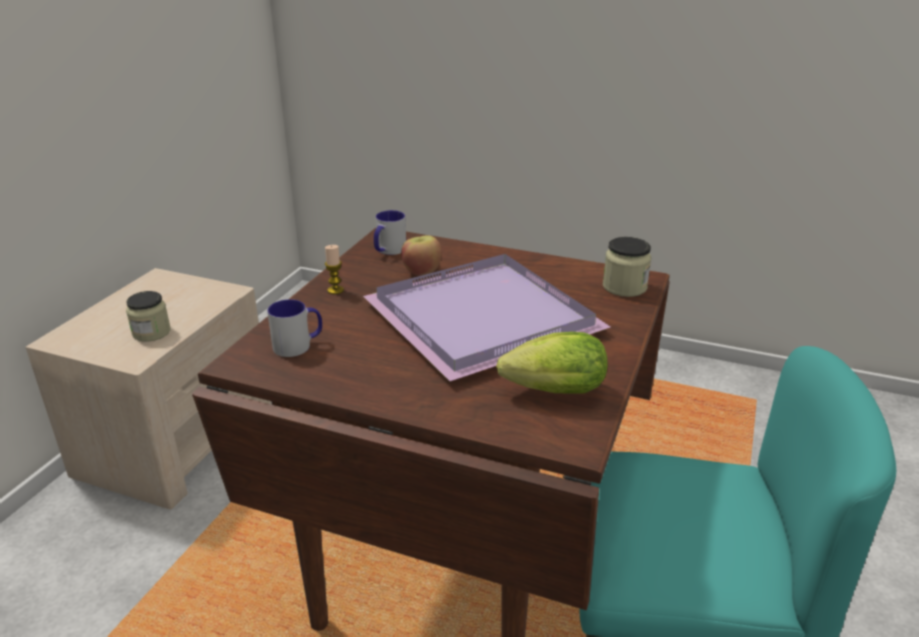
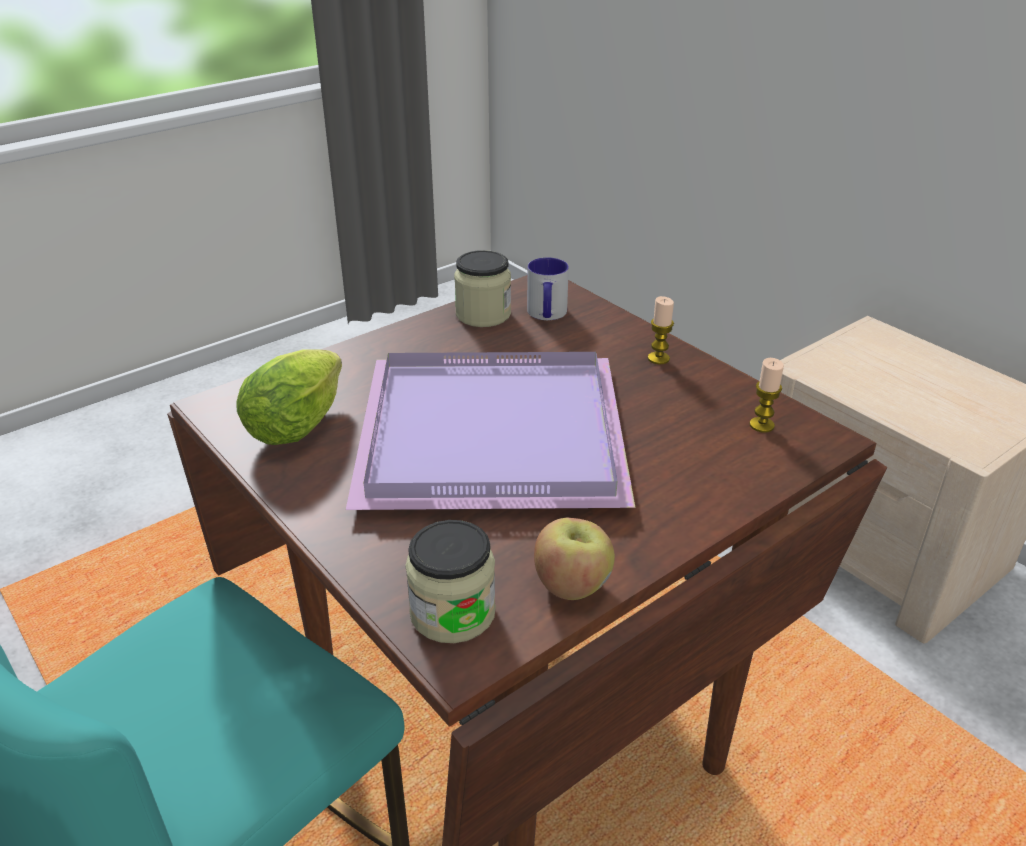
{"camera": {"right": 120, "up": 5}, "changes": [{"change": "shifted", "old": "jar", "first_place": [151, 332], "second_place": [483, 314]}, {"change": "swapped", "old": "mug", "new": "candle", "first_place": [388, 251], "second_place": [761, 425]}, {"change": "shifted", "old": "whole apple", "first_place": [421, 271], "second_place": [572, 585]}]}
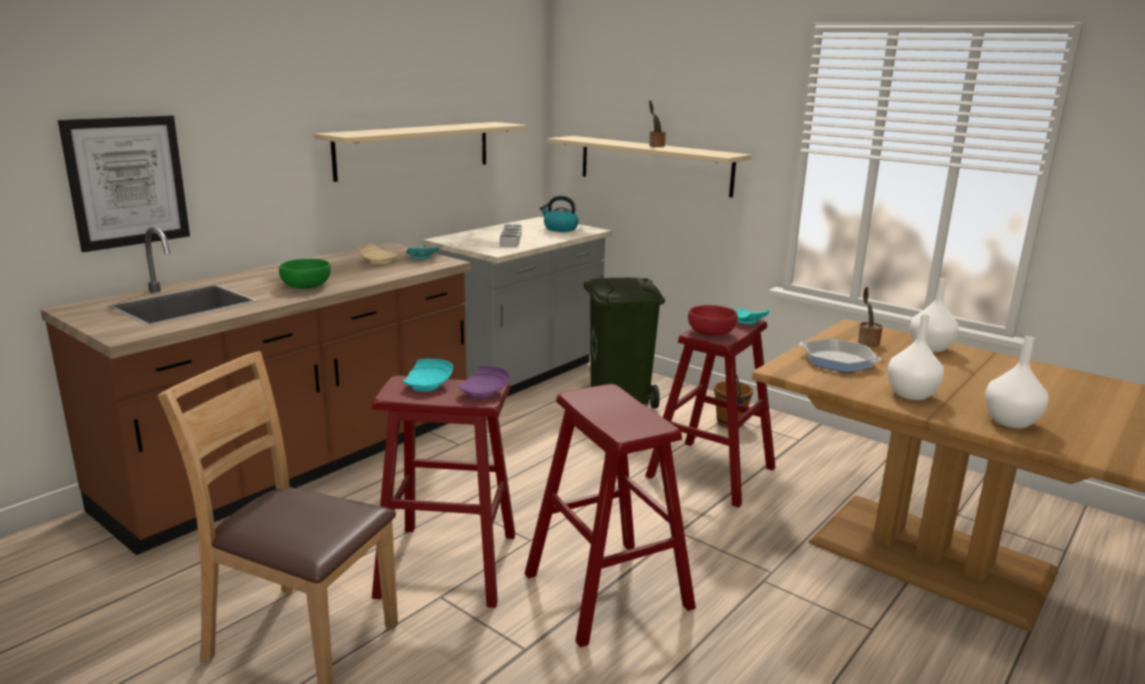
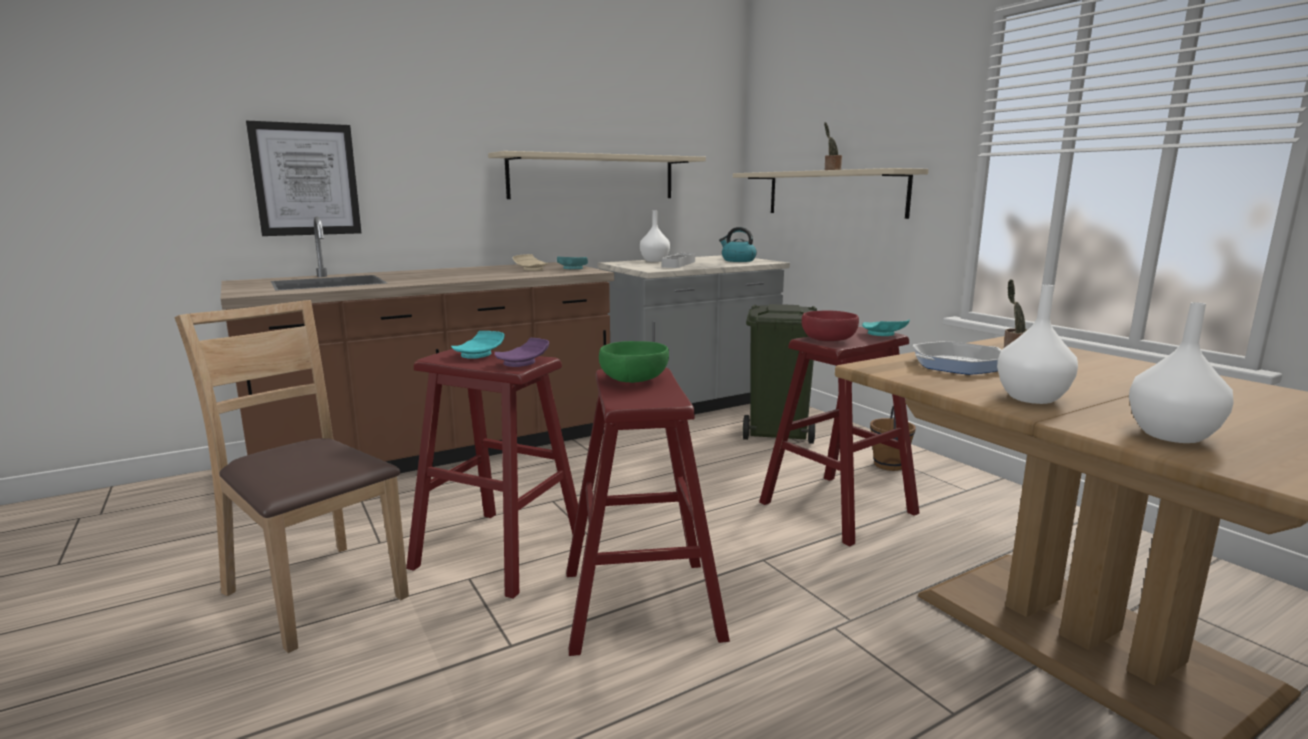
{"camera": {"right": 20, "up": -5}, "changes": [{"change": "shifted", "old": "green deep dish", "first_place": [307, 286], "second_place": [635, 379]}, {"change": "rotated", "old": "frying pan", "first_place": [838, 361], "second_place": [957, 365], "degrees": 105}, {"change": "shifted", "old": "white vase", "first_place": [929, 348], "second_place": [655, 261]}]}
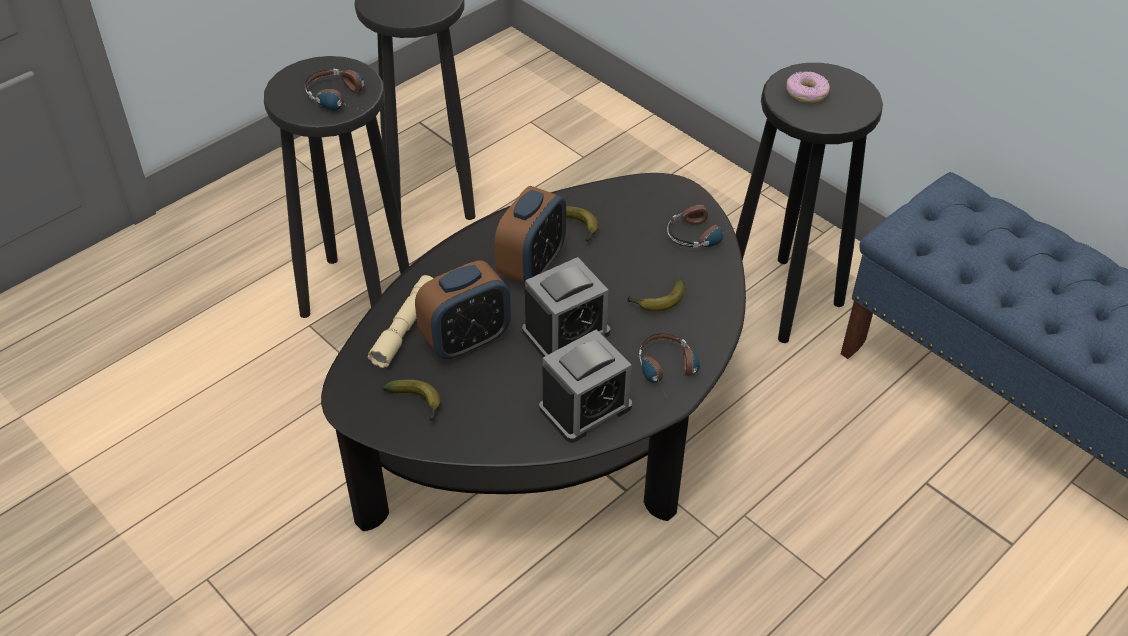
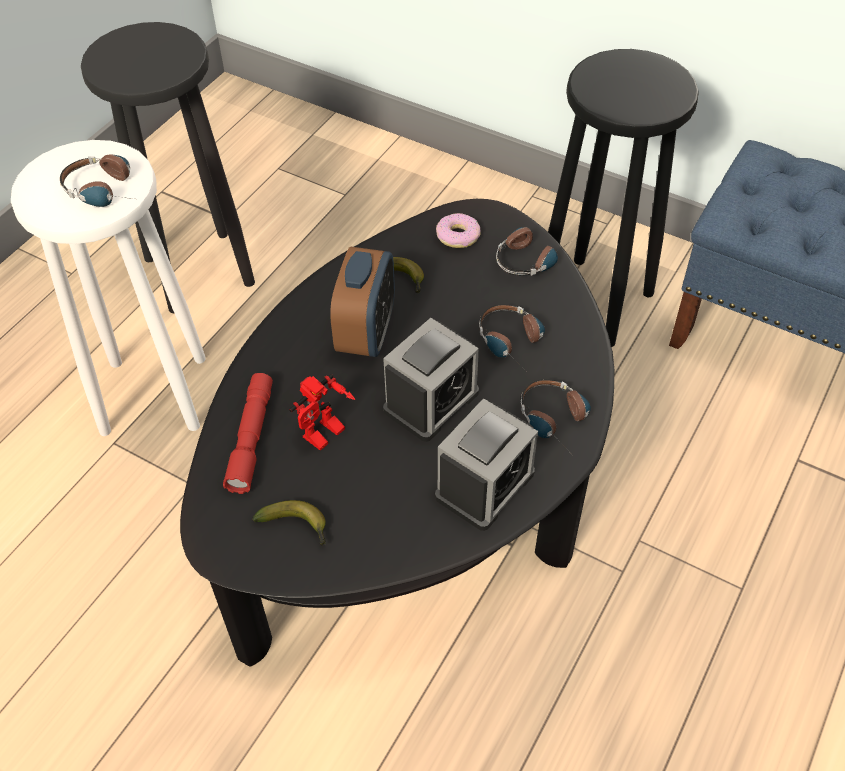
{"camera": {"right": -15, "up": 5}, "changes": [{"change": "repainted", "old": "black stool", "new": "white stool", "first_place": [357, 293], "second_place": [155, 394]}, {"change": "repainted", "old": "beige-coloured hand torch", "new": "red hand torch", "first_place": [405, 327], "second_place": [251, 438]}, {"change": "swapped", "old": "table clock", "new": "robot figure", "first_place": [466, 340], "second_place": [325, 437]}, {"change": "swapped", "old": "banana", "new": "headset", "first_place": [657, 301], "second_place": [514, 343]}, {"change": "shifted", "old": "donut", "first_place": [806, 92], "second_place": [458, 236]}]}
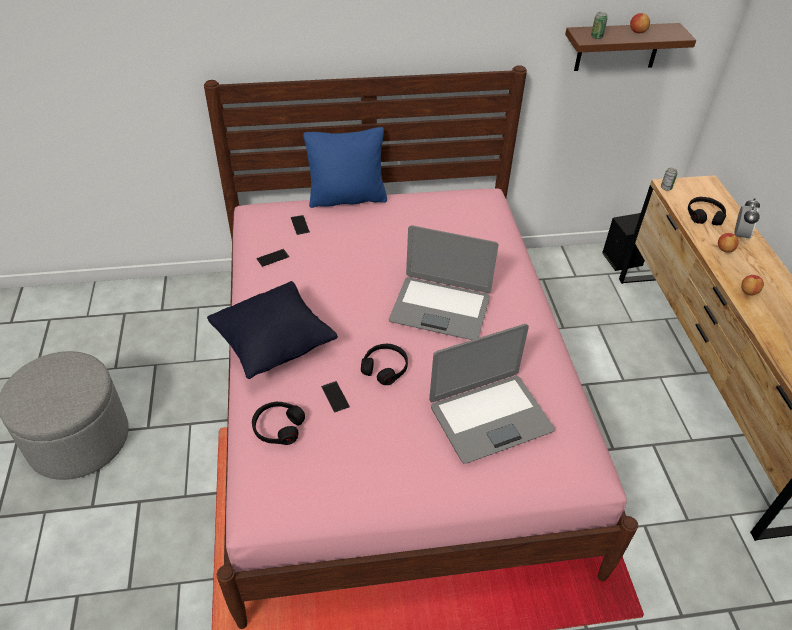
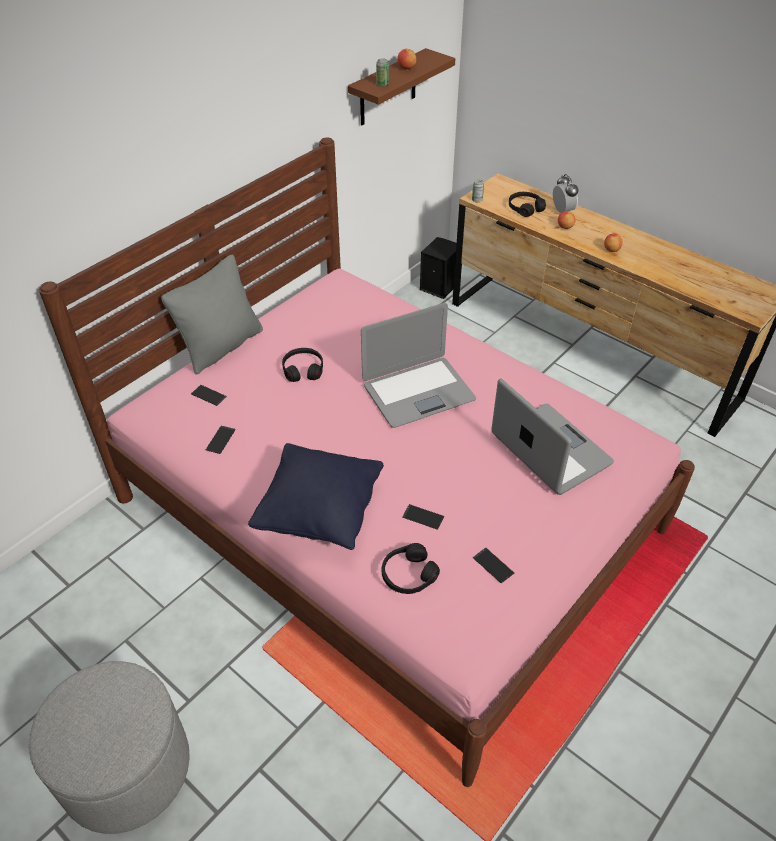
{"camera": {"right": -40, "up": 0}, "changes": [{"change": "repainted", "old": "bluish throw pillow", "new": "gray throw pillow", "first_place": [347, 198], "second_place": [221, 347]}, {"change": "shifted", "old": "black headset", "first_place": [385, 368], "second_place": [303, 369]}, {"change": "rotated", "old": "portable computer", "first_place": [490, 417], "second_place": [549, 450], "degrees": -60}, {"change": "new", "new": "telephone", "second_place": [493, 565]}]}
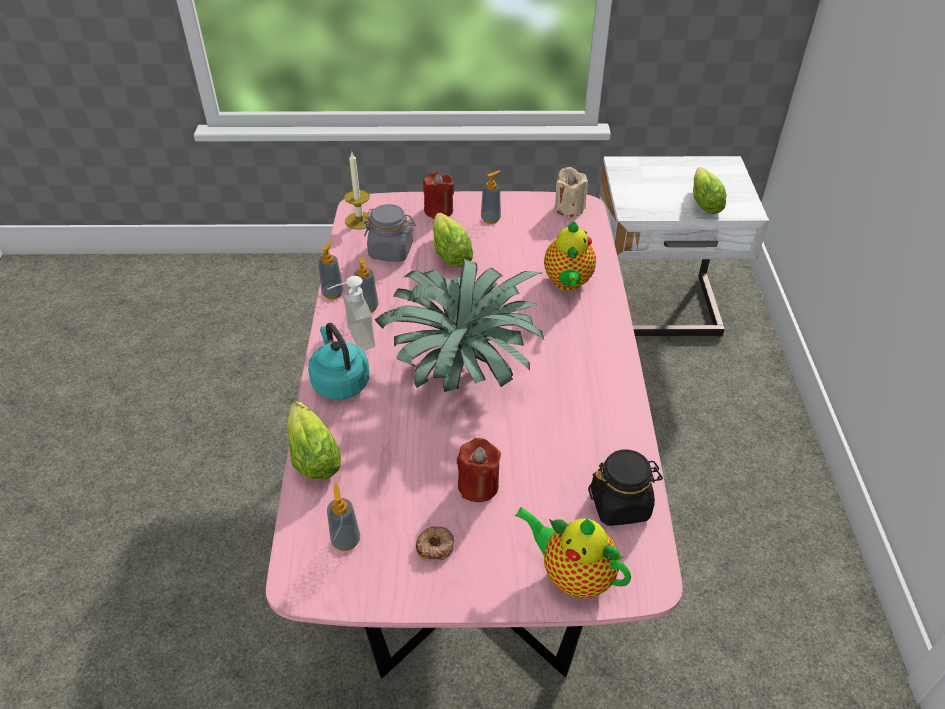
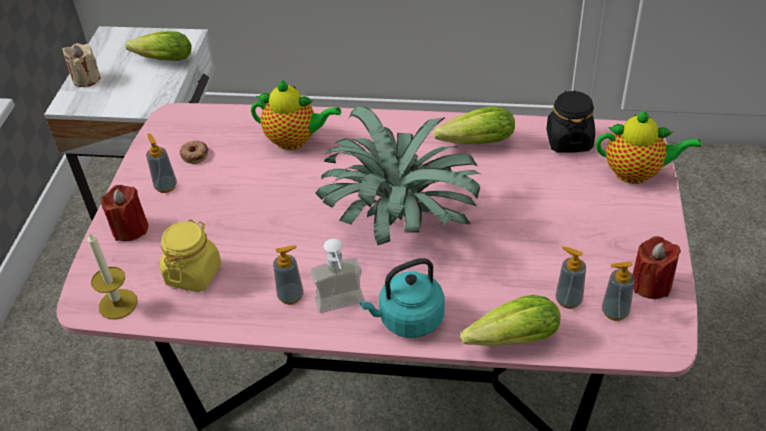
{"camera": {"right": -80, "up": 0}, "changes": [{"change": "shifted", "old": "soap bottle", "first_place": [333, 293], "second_place": [568, 300]}, {"change": "repainted", "old": "gray jar", "new": "yellowish jar", "first_place": [391, 251], "second_place": [193, 274]}, {"change": "shifted", "old": "donut", "first_place": [435, 546], "second_place": [195, 154]}, {"change": "shifted", "old": "head of lettuce", "first_place": [449, 252], "second_place": [473, 143]}, {"change": "shifted", "old": "red candle", "first_place": [478, 485], "second_place": [650, 284]}, {"change": "rotated", "old": "tea pot", "first_place": [573, 574], "second_place": [636, 173], "degrees": -120}, {"change": "shifted", "old": "beige-coloured candle", "first_place": [569, 208], "second_place": [86, 79]}]}
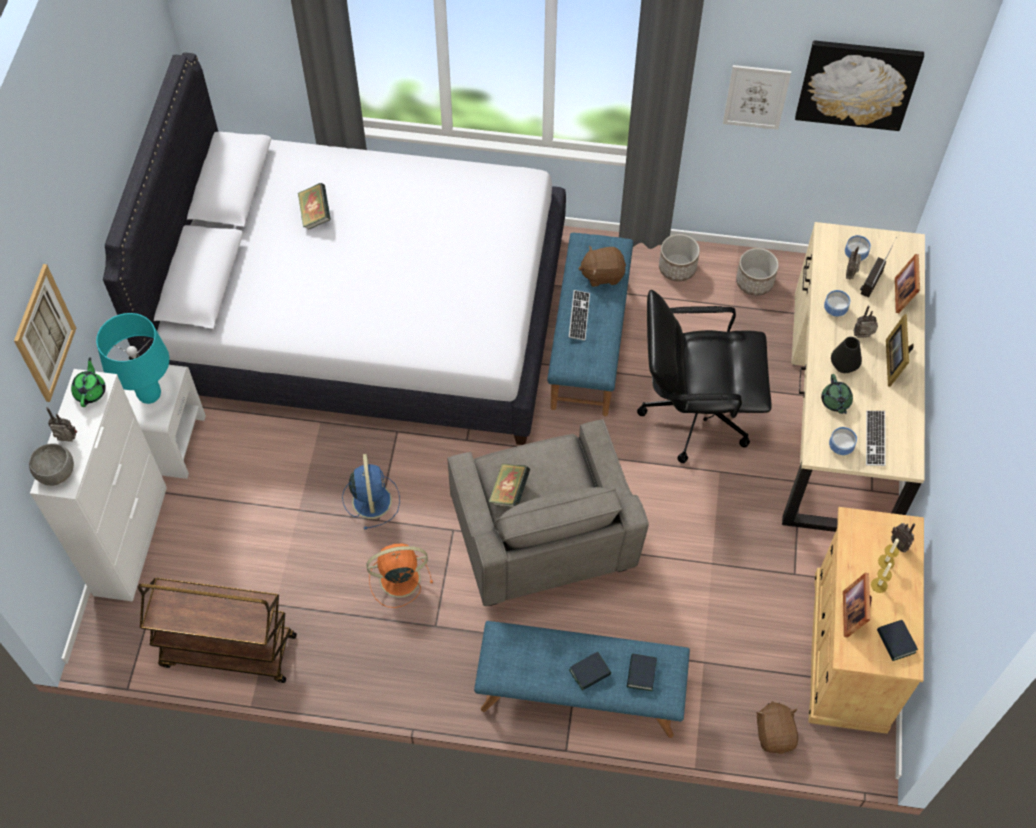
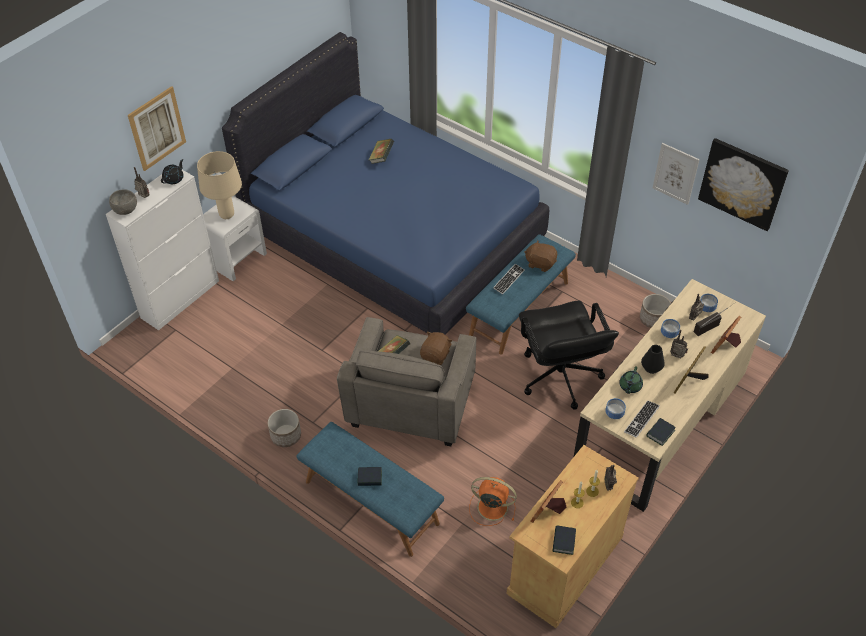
{"camera": {"right": 30, "up": -10}, "changes": [{"change": "repainted", "old": "green tea pot", "new": "black tea pot", "first_place": [90, 391], "second_place": [174, 179]}, {"change": "repainted", "old": "turquoise-coloured table lamp", "new": "beige-coloured table lamp", "first_place": [149, 396], "second_place": [226, 215]}, {"change": "repainted", "old": "white sleeping bed", "new": "bluish sleeping bed", "first_place": [365, 316], "second_place": [393, 239]}, {"change": "gone", "old": "brownish trolley", "first_place": [227, 651]}, {"change": "gone", "old": "bluish electric fan", "first_place": [371, 499]}, {"change": "shifted", "old": "orange-coloured electric fan", "first_place": [397, 579], "second_place": [491, 507]}, {"change": "shifted", "old": "book", "first_place": [641, 673], "second_place": [660, 433]}, {"change": "rotated", "old": "black computer chair", "first_place": [695, 413], "second_place": [559, 377], "degrees": -135}, {"change": "shifted", "old": "planter", "first_place": [677, 268], "second_place": [285, 436]}, {"change": "shifted", "old": "brownish soft toy", "first_place": [775, 733], "second_place": [436, 355]}]}
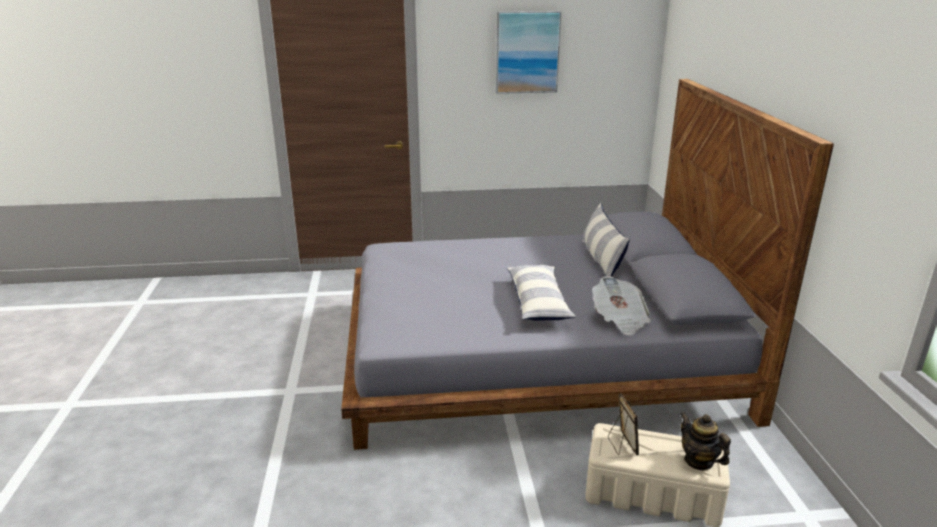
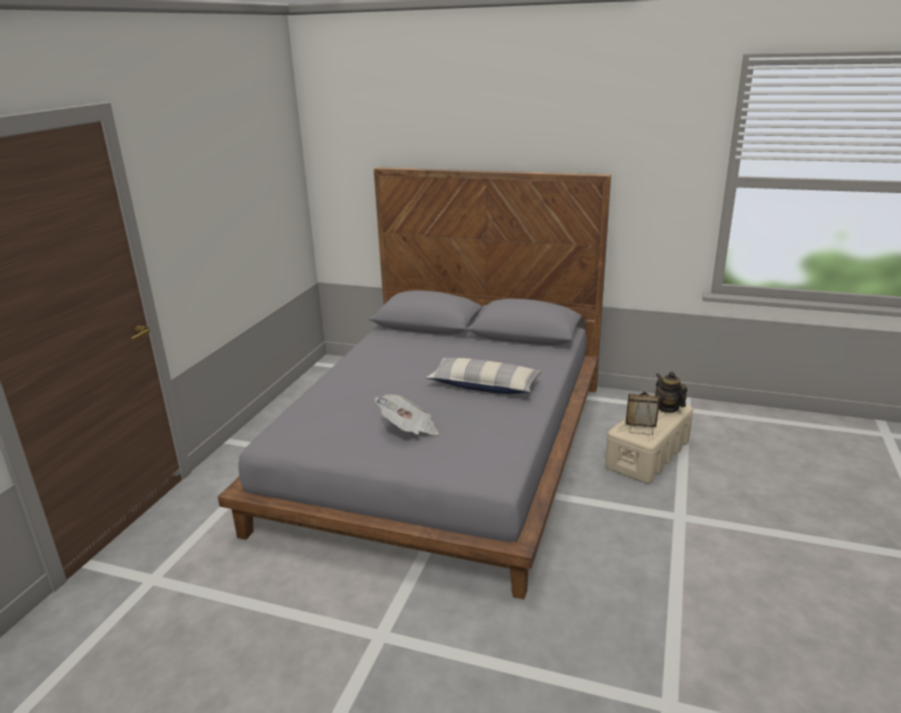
{"camera": {"right": -65, "up": 0}, "changes": [{"change": "gone", "old": "picture", "first_place": [527, 52]}, {"change": "gone", "old": "throw pillow", "first_place": [601, 259]}, {"change": "shifted", "old": "printed paper", "first_place": [619, 319], "second_place": [409, 430]}, {"change": "rotated", "old": "tea pot", "first_place": [699, 461], "second_place": [668, 408], "degrees": 75}]}
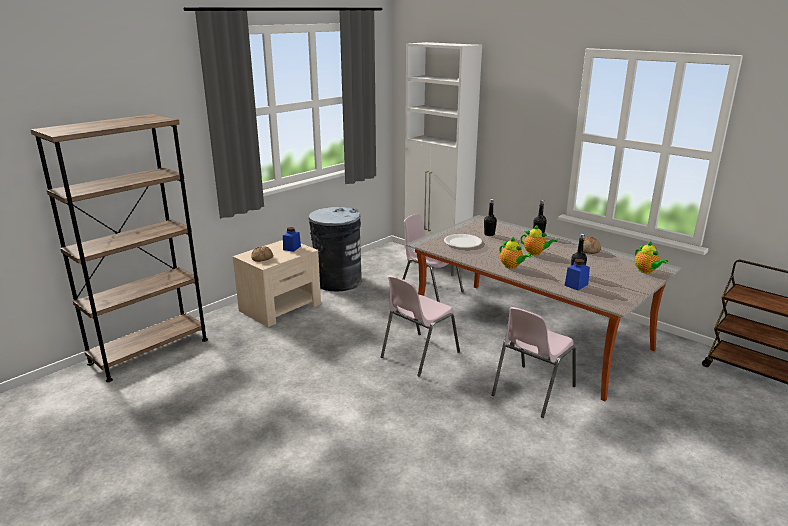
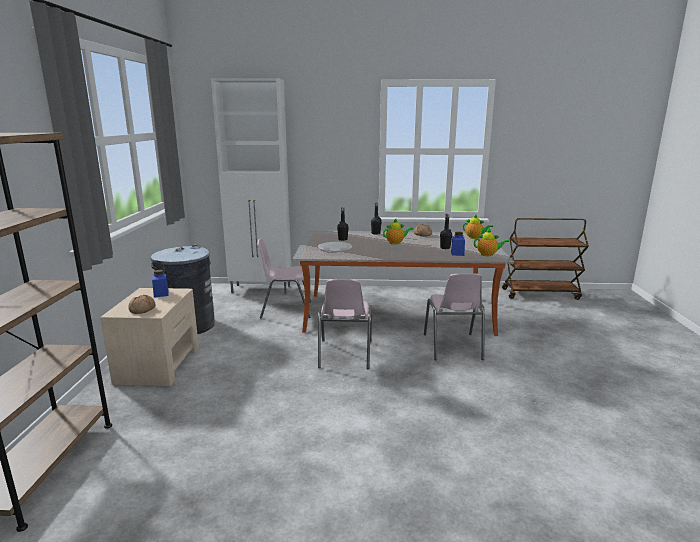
{"camera": {"right": -40, "up": -5}, "changes": [{"change": "shifted", "old": "tea pot", "first_place": [512, 266], "second_place": [488, 255]}]}
